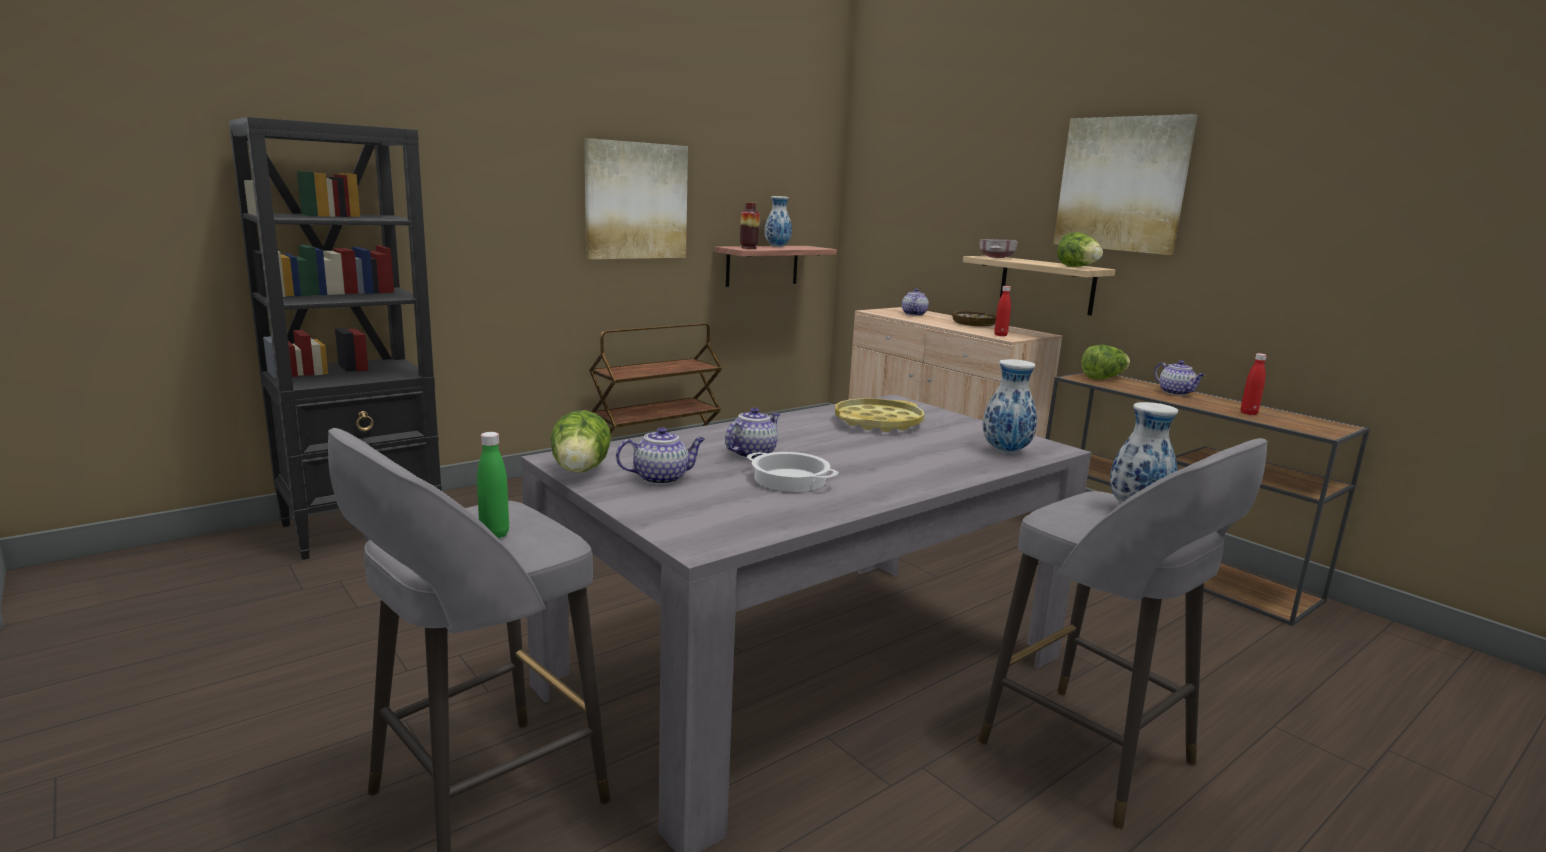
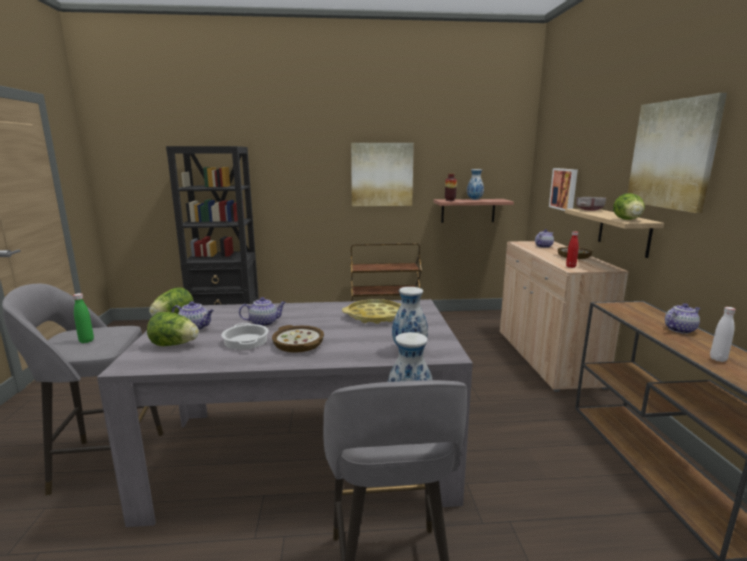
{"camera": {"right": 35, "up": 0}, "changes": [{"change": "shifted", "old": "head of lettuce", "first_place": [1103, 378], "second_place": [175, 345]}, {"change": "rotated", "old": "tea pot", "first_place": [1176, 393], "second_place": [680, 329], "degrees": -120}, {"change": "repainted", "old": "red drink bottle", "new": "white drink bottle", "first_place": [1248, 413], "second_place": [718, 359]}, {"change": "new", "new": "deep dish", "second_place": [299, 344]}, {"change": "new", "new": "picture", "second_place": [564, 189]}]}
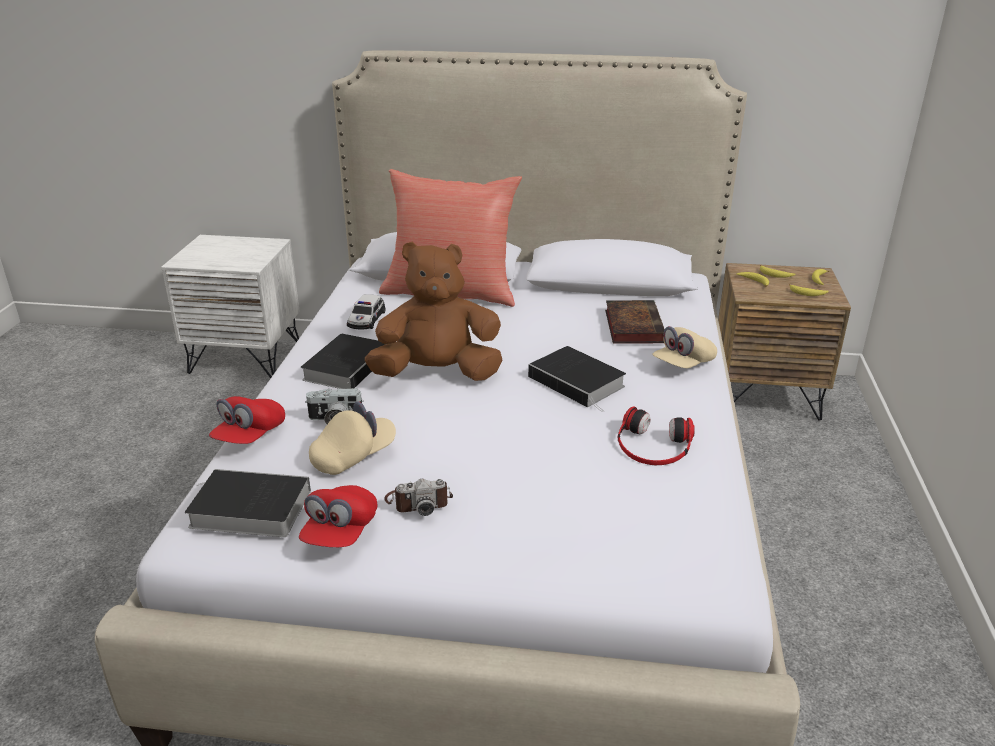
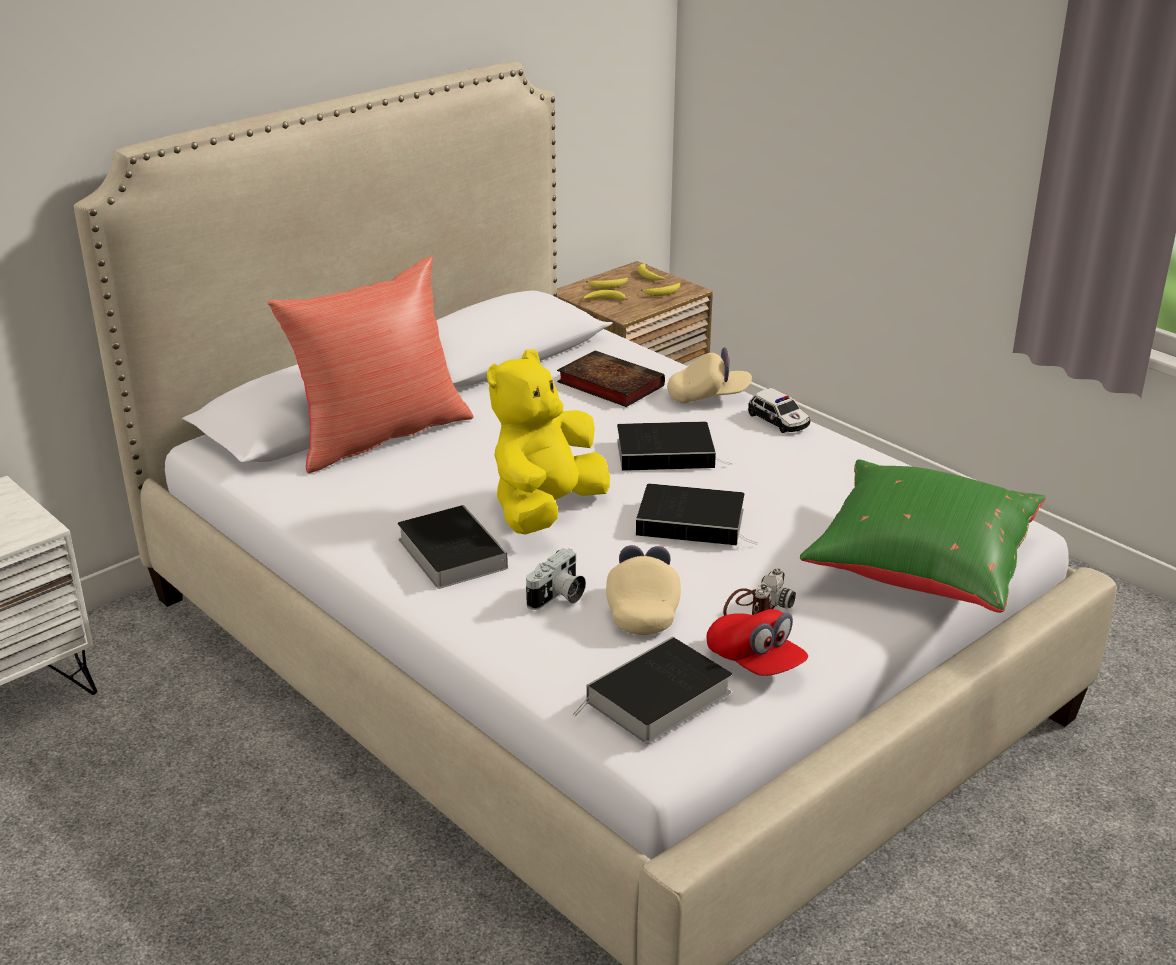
{"camera": {"right": -50, "up": 0}, "changes": [{"change": "gone", "old": "red baseball cap", "first_place": [250, 436]}, {"change": "shifted", "old": "toy car", "first_place": [366, 320], "second_place": [779, 420]}, {"change": "repainted", "old": "brownish soft toy", "new": "yellowish soft toy", "first_place": [437, 373], "second_place": [546, 510]}, {"change": "gone", "old": "headset", "first_place": [653, 446]}, {"change": "rotated", "old": "beige-coloured baseball cap", "first_place": [683, 364], "second_place": [708, 396], "degrees": -90}, {"change": "new", "new": "book", "second_place": [694, 521]}, {"change": "new", "new": "green throw pillow", "second_place": [919, 566]}]}
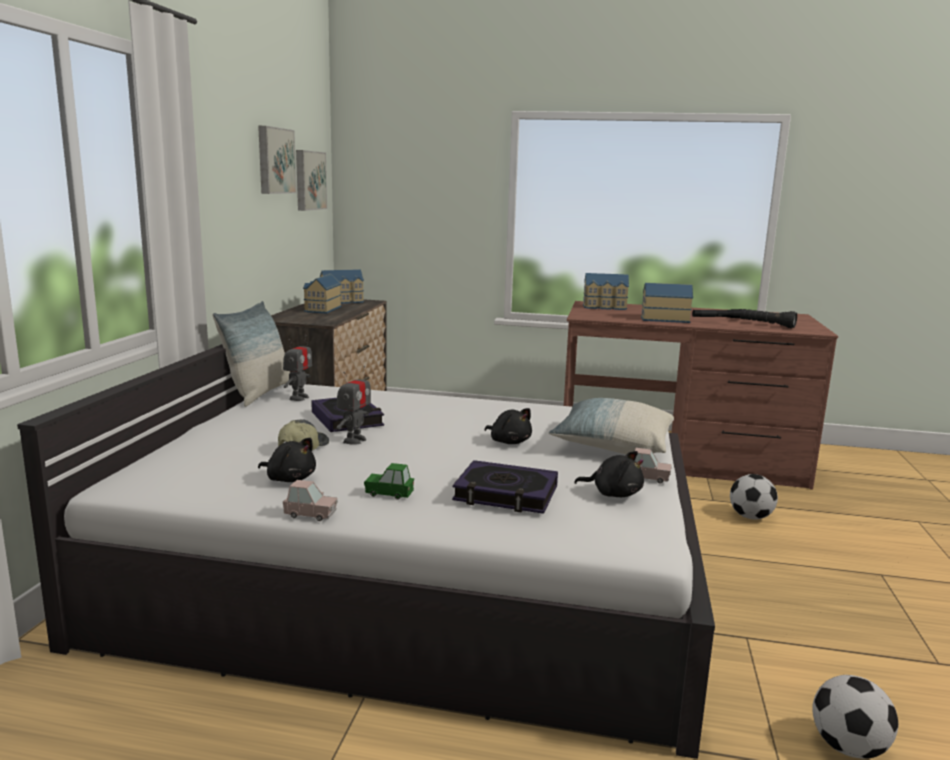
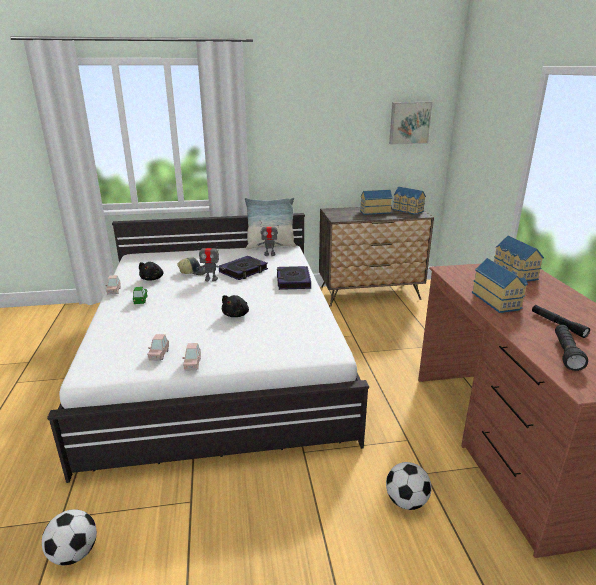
{"camera": {"right": 70, "up": 10}, "changes": [{"change": "gone", "old": "picture", "first_place": [274, 160]}, {"change": "shifted", "old": "book", "first_place": [505, 494], "second_place": [293, 281]}, {"change": "gone", "old": "throw pillow", "first_place": [613, 445]}, {"change": "swapped", "old": "black soft toy", "new": "pinkish toy car", "first_place": [613, 493], "second_place": [159, 355]}]}
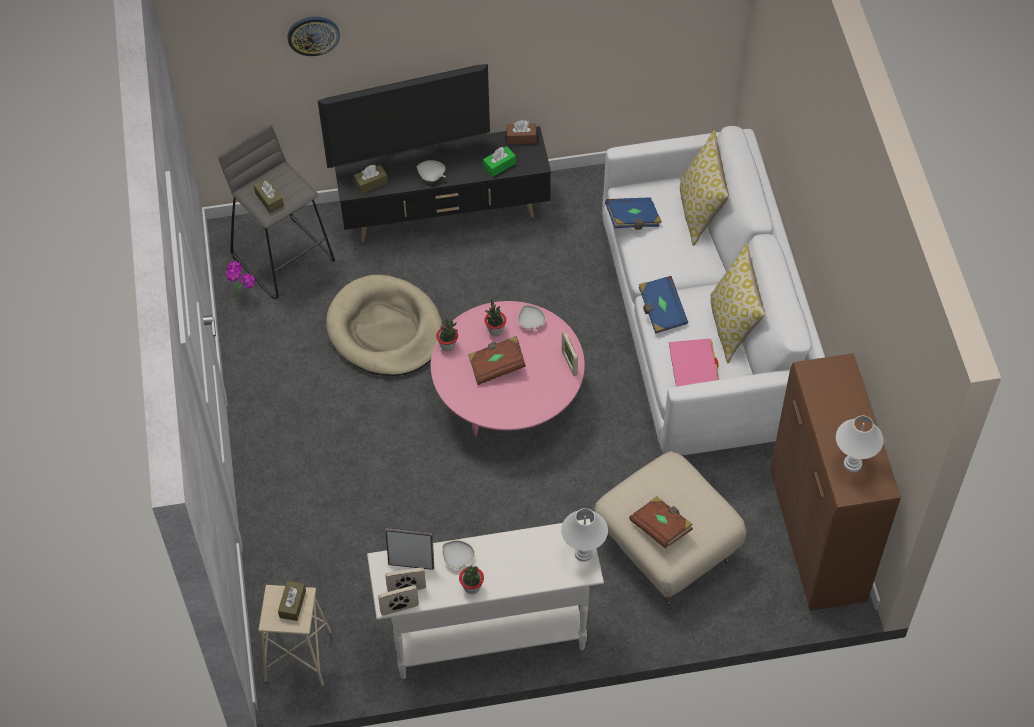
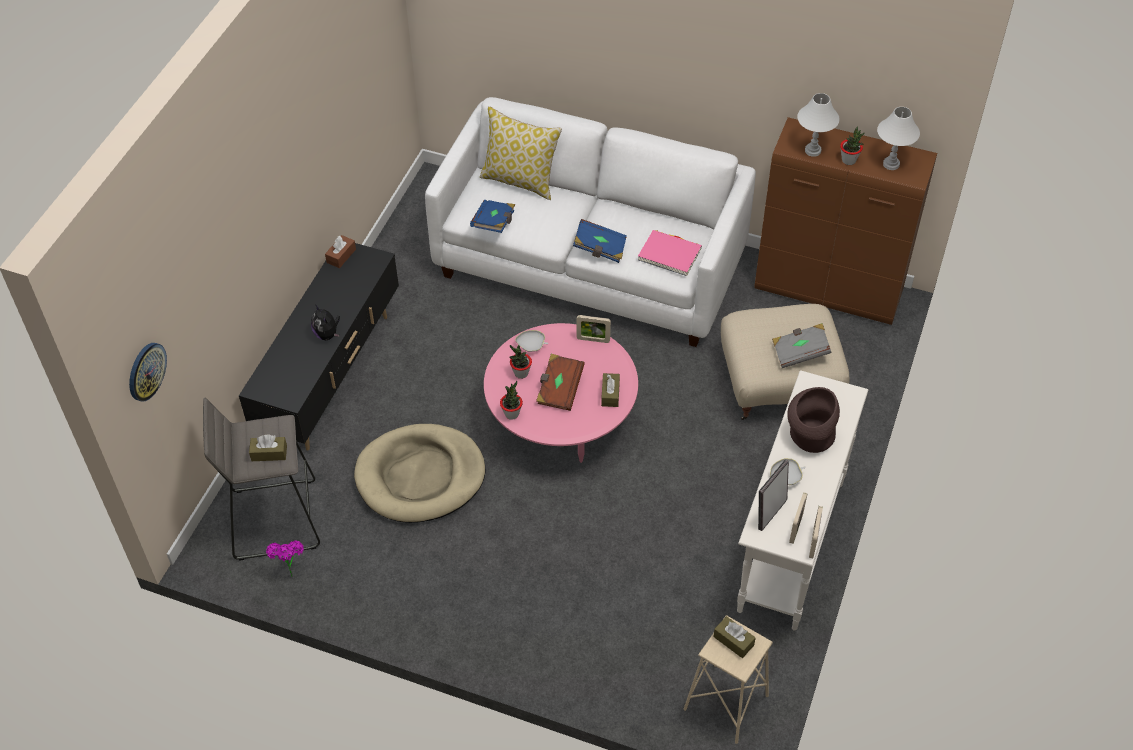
{"camera": {"right": -60, "up": -5}, "changes": [{"change": "shifted", "old": "clock on the wall", "first_place": [313, 35], "second_place": [146, 371]}, {"change": "gone", "old": "TV", "first_place": [409, 157]}, {"change": "shifted", "old": "brownish box of tissues", "first_place": [371, 183], "second_place": [610, 394]}, {"change": "swapped", "old": "white deep dish", "new": "soft toy", "first_place": [431, 175], "second_place": [327, 334]}, {"change": "shifted", "old": "potted plant", "first_place": [472, 587], "second_place": [849, 160]}, {"change": "gone", "old": "green box of tissues", "first_place": [499, 165]}, {"change": "shifted", "old": "white table lamp", "first_place": [583, 553], "second_place": [813, 151]}, {"change": "repainted", "old": "brownish book", "new": "gray book", "first_place": [661, 527], "second_place": [800, 352]}, {"change": "gone", "old": "throw pillow", "first_place": [733, 327]}, {"change": "new", "new": "brownish vase", "second_place": [809, 438]}]}
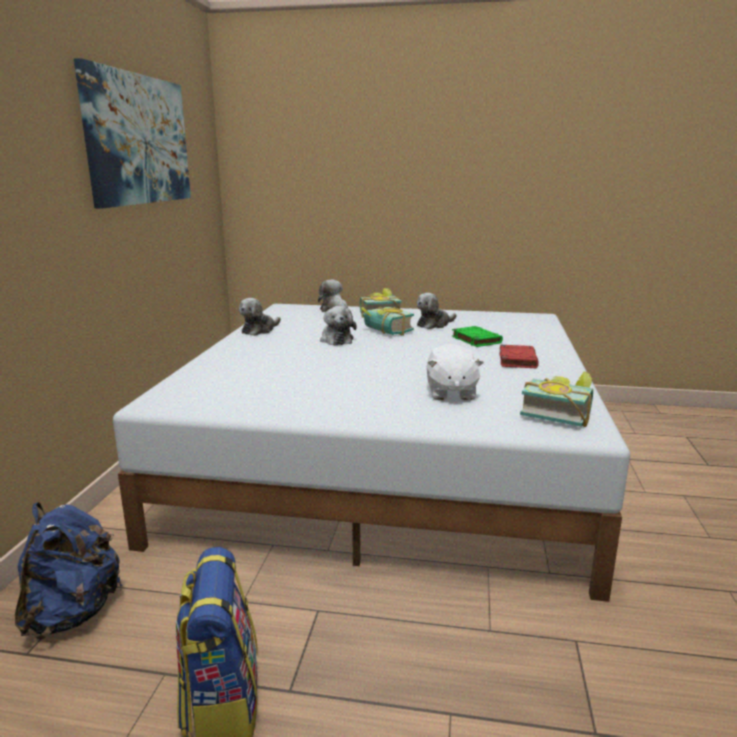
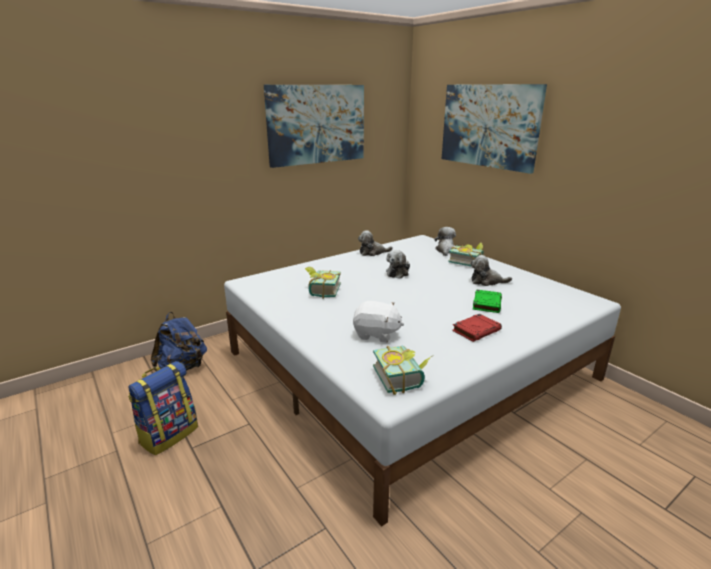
{"camera": {"right": 45, "up": 5}, "changes": [{"change": "shifted", "old": "book", "first_place": [384, 332], "second_place": [321, 291]}, {"change": "rotated", "old": "white soft toy", "first_place": [450, 393], "second_place": [376, 334], "degrees": -120}, {"change": "new", "new": "picture", "second_place": [489, 126]}]}
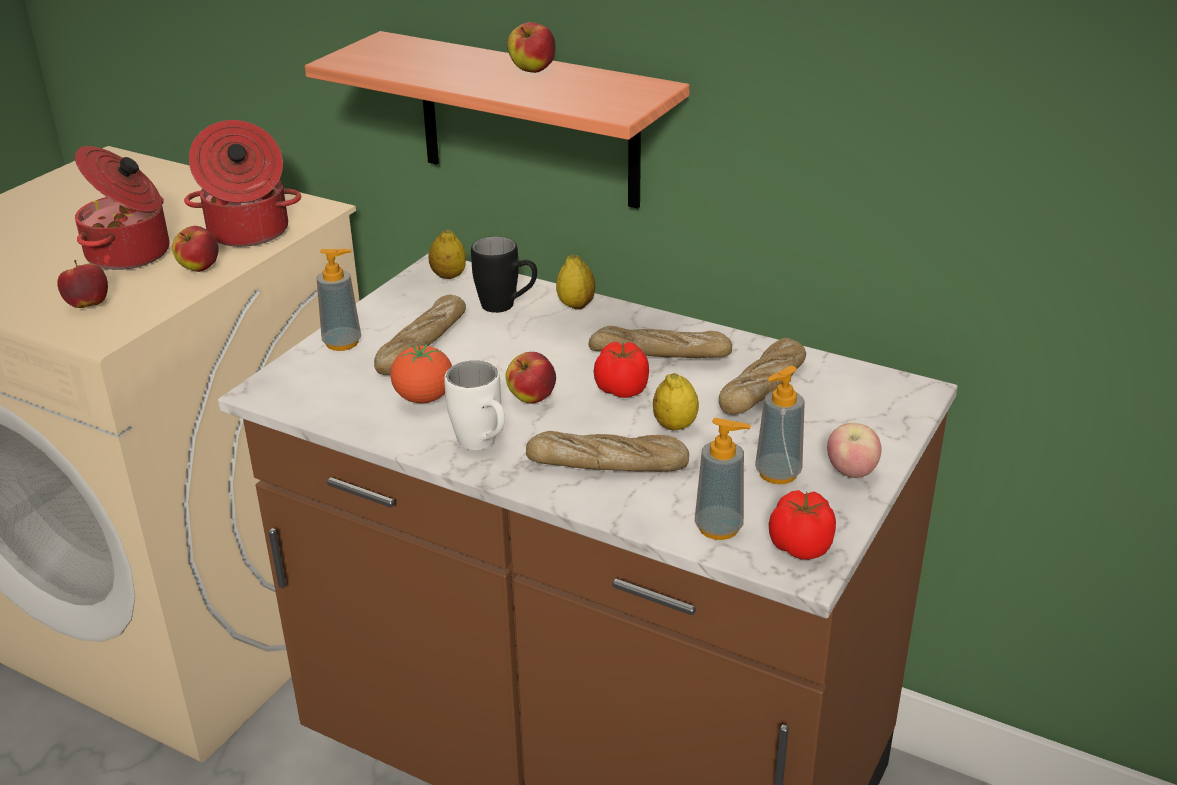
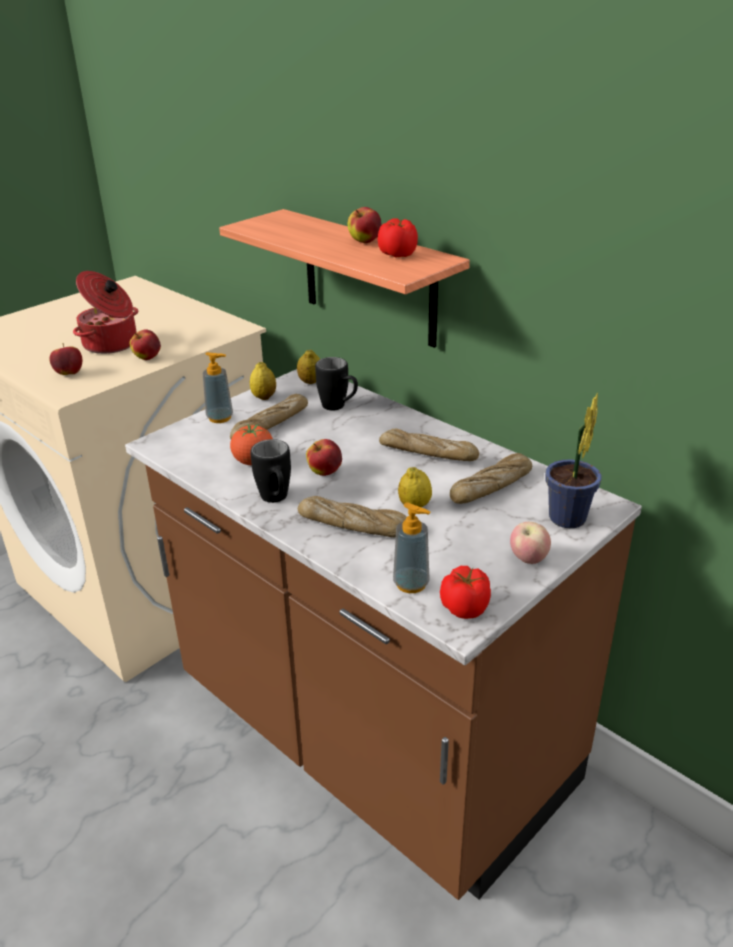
{"camera": {"right": 15, "up": 0}, "changes": [{"change": "gone", "old": "saucepot", "first_place": [248, 232]}, {"change": "repainted", "old": "white mug", "new": "black mug", "first_place": [483, 446], "second_place": [276, 500]}, {"change": "shifted", "old": "citrus fruit", "first_place": [576, 305], "second_place": [264, 397]}, {"change": "shifted", "old": "fresh tomato", "first_place": [623, 389], "second_place": [398, 254]}, {"change": "gone", "old": "soap bottle", "first_place": [777, 473]}, {"change": "new", "new": "potted plant", "second_place": [566, 521]}]}
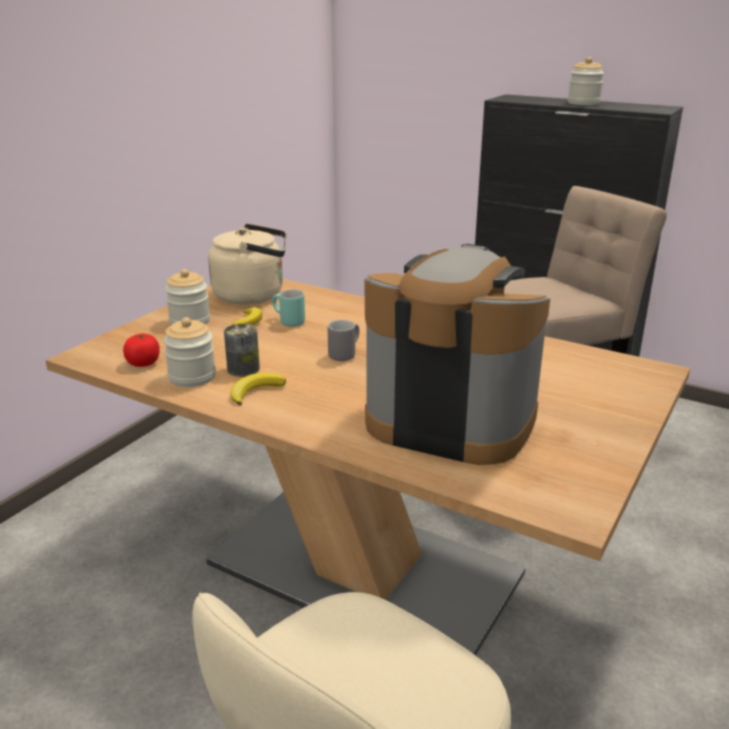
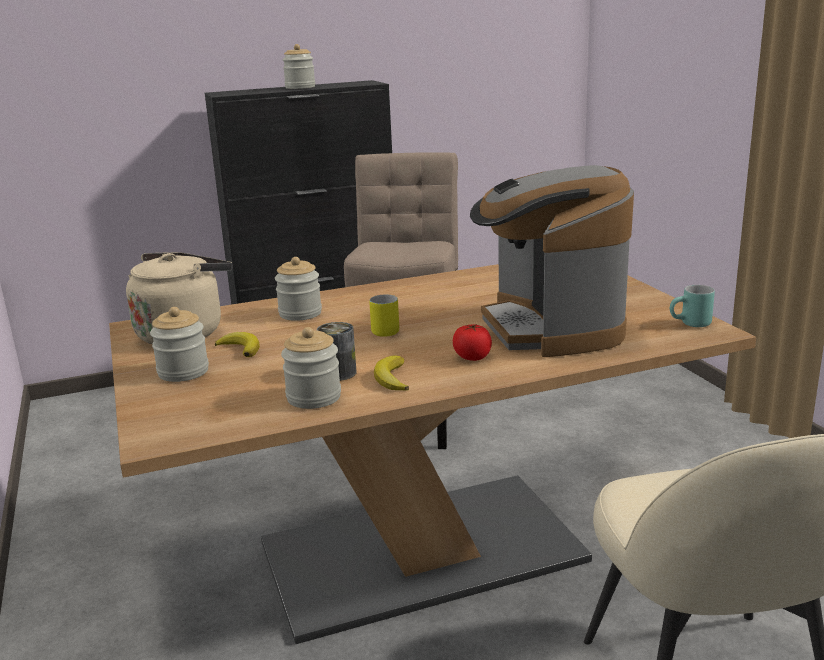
{"camera": {"right": -50, "up": -5}, "changes": [{"change": "shifted", "old": "fresh tomato", "first_place": [143, 363], "second_place": [472, 357]}, {"change": "shifted", "old": "turquoise-coloured mug", "first_place": [287, 322], "second_place": [691, 325]}, {"change": "repainted", "old": "gray mug", "new": "yellowish mug", "first_place": [344, 354], "second_place": [381, 330]}, {"change": "rotated", "old": "coffee maker", "first_place": [449, 420], "second_place": [550, 328], "degrees": -75}, {"change": "new", "new": "jar", "second_place": [300, 313]}]}
